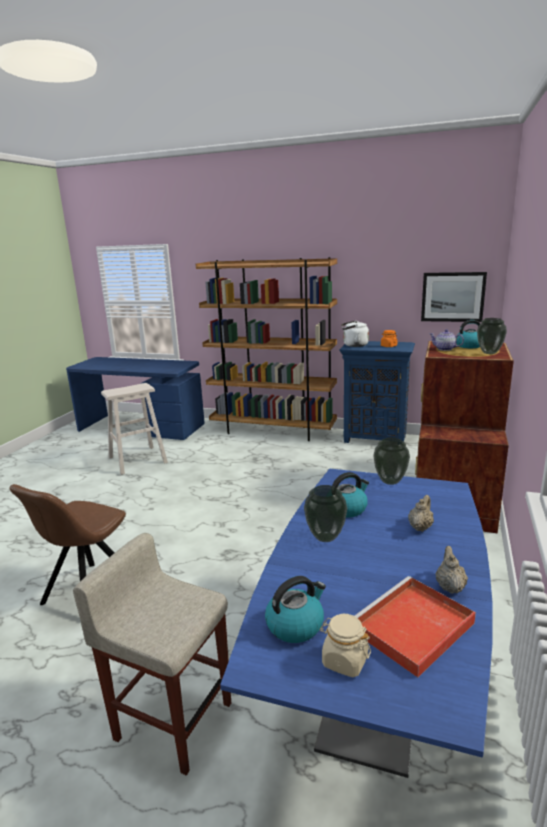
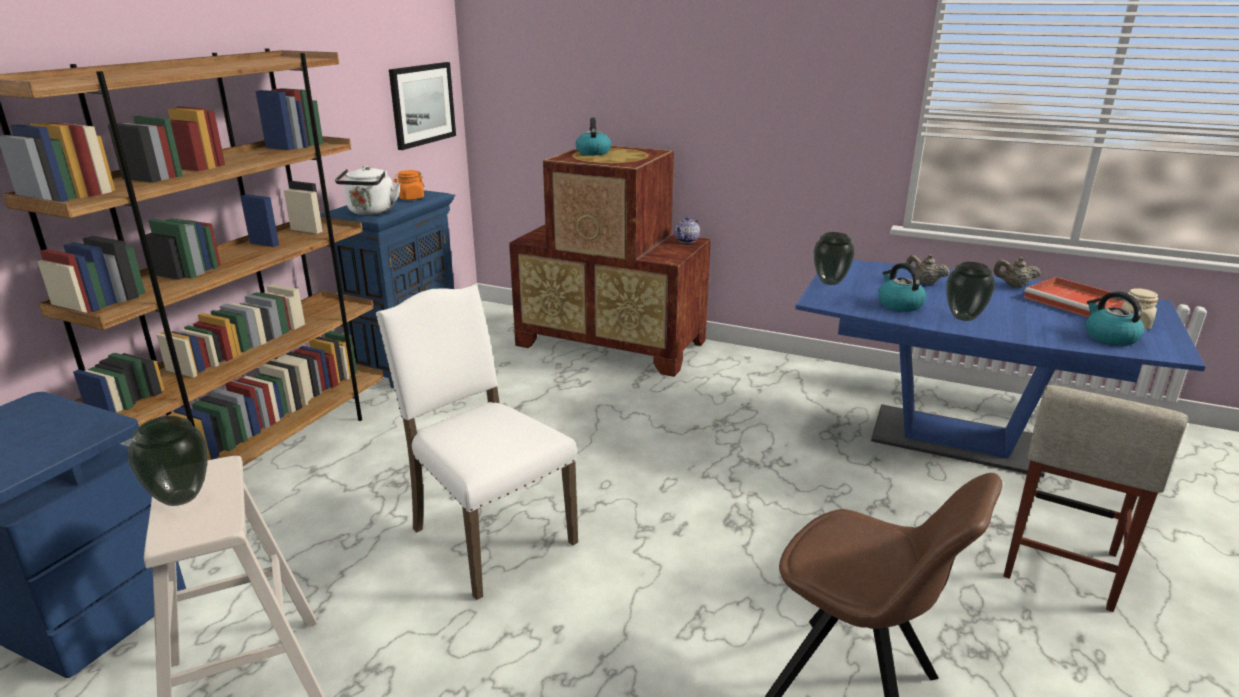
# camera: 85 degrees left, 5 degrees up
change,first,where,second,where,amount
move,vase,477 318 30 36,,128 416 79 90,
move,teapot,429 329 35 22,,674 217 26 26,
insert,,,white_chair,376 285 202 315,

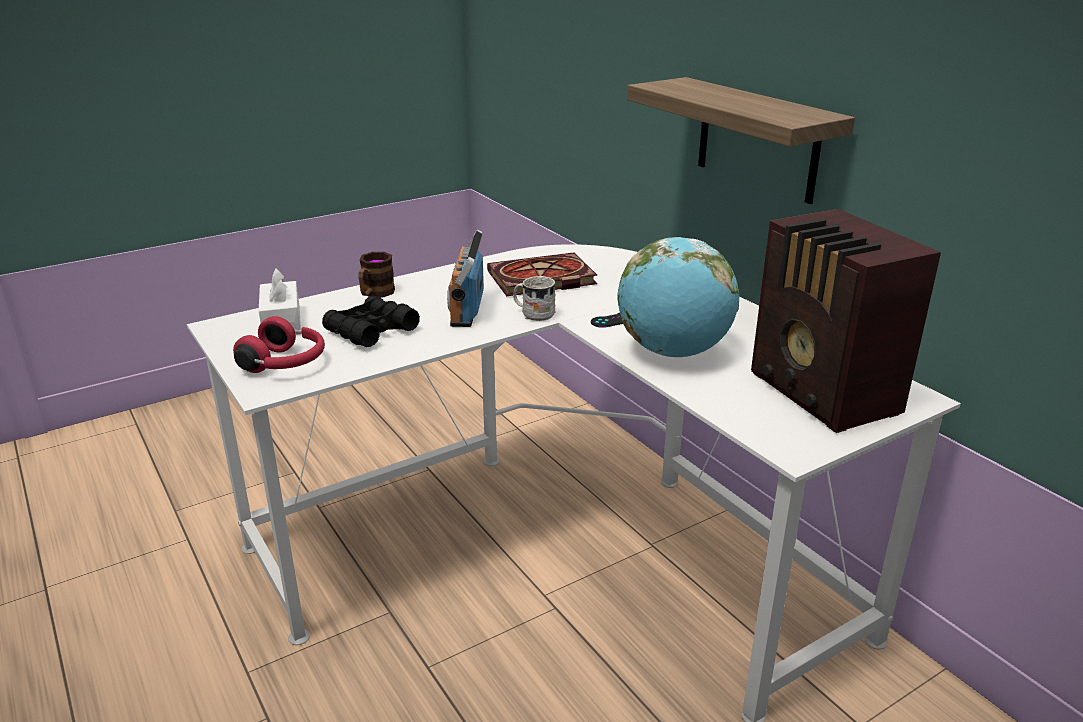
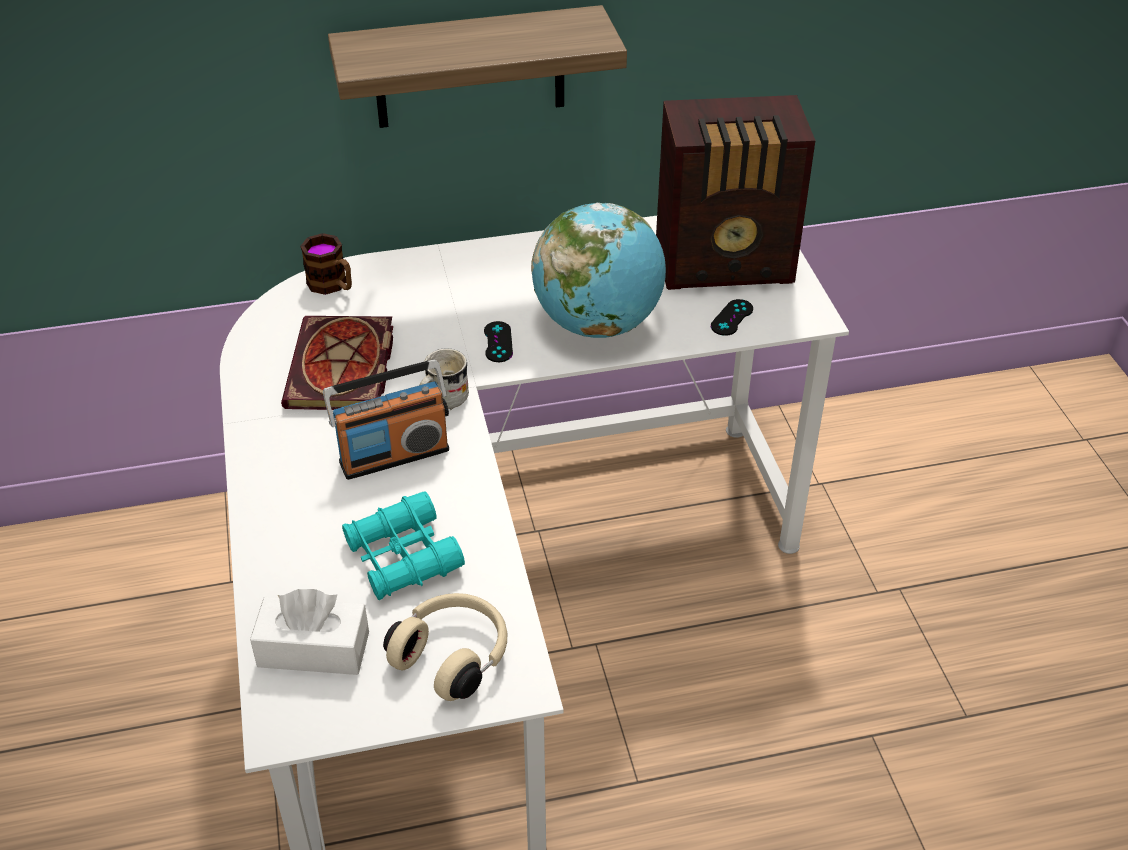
# camera: 70 degrees left, 15 degrees up
change,first,where,second,where,amount
rotate,radio,447 229 37 98,,323 359 126 121,45 degrees counterclockwise
move,mug,358 252 37 46,,300 233 52 62,
recolor,black_binoculars,322 296 98 51,turquoise_binoculars,342 491 123 109,
recolor,red_headphones,233 316 92 57,beige_headphones,383 593 124 108,
insert,,,black_game_controller,711 299 42 37,

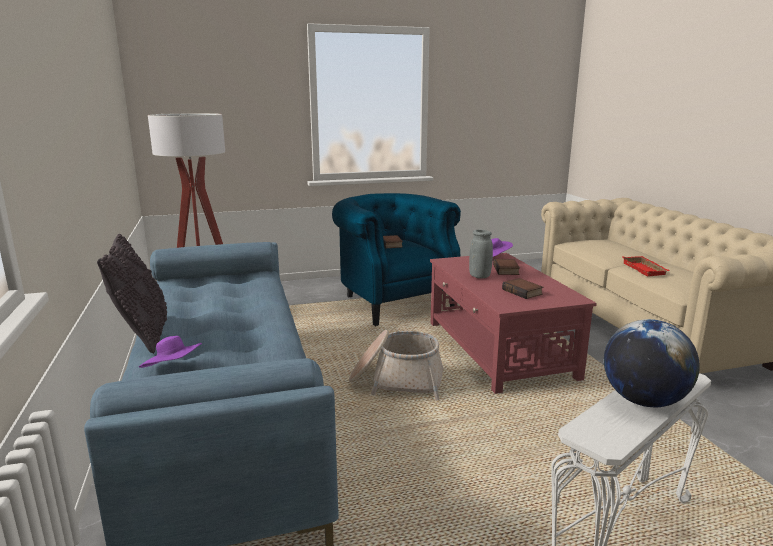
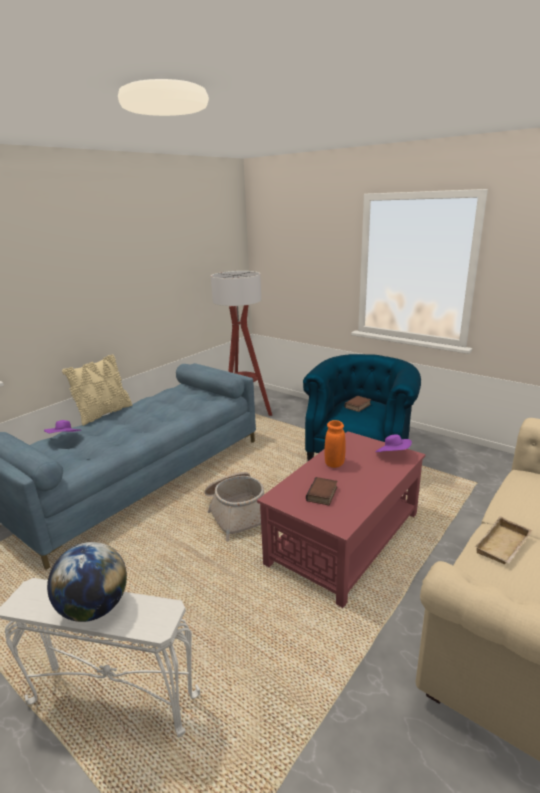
# camera: 55 degrees right, 5 degrees up
change,first,where,second,where,amount
recolor,grey_vase,469 230 24 49,orange_vase,324 420 22 48,
recolor,black_pillow,97 234 70 120,beige_pillow,62 354 70 72,
recolor,red_tray,622 256 48 21,beige_tray,475 516 57 48,
delete,book,493 259 27 16,,,

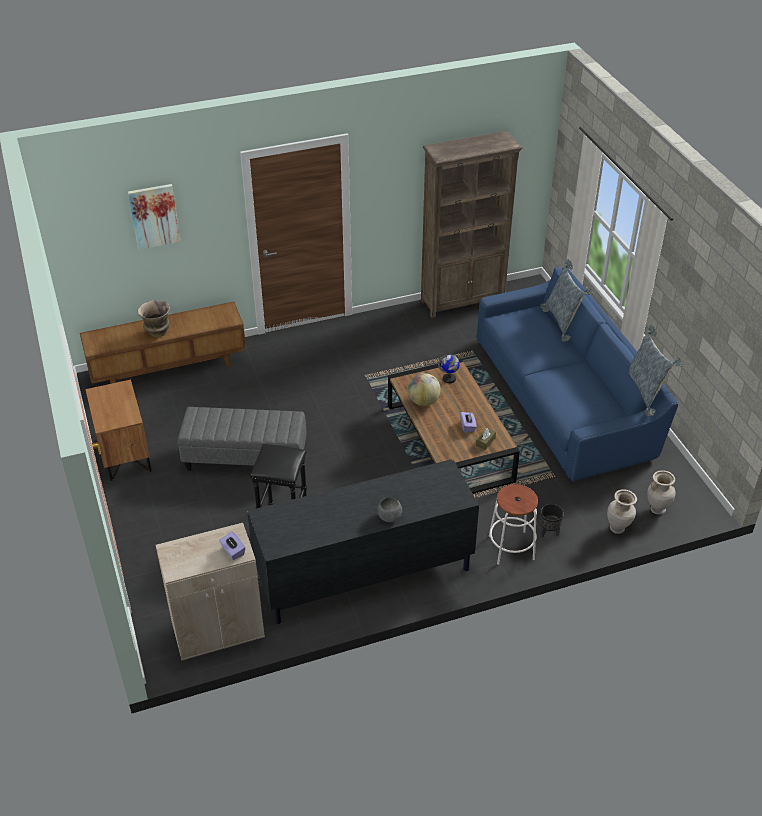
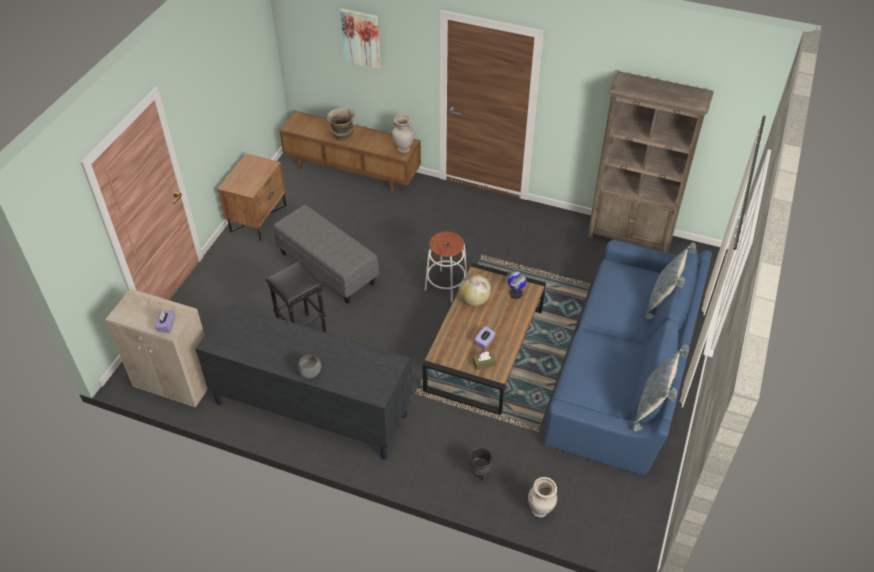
# camera: 40 degrees right, 5 degrees up
change,first,where,second,where,amount
move,beige_vase,647 470 29 45,,392 115 22 38,
move,white_stool,488 484 50 81,,425 232 42 70,

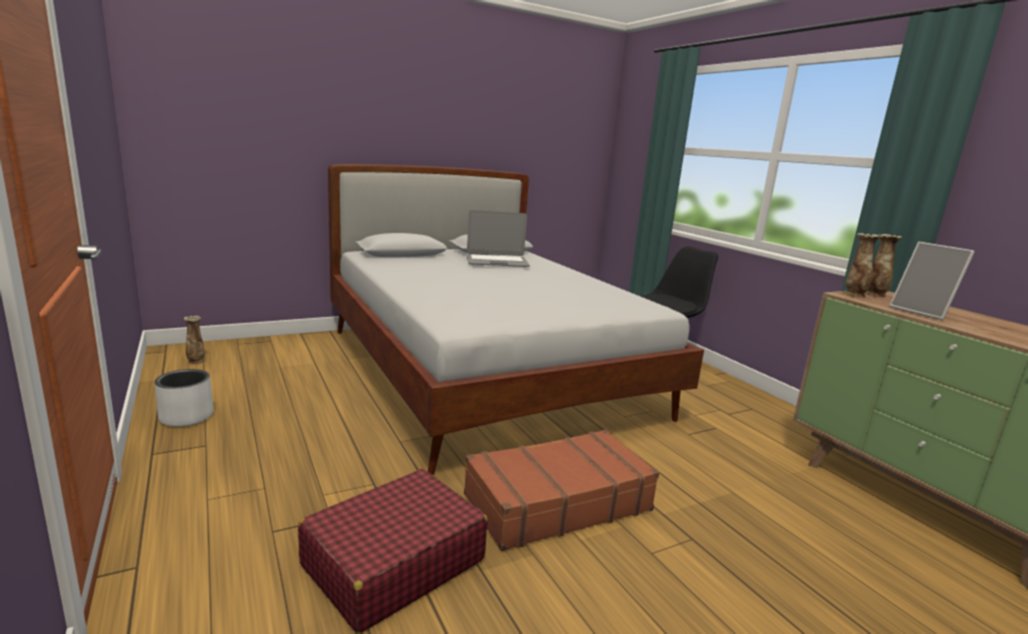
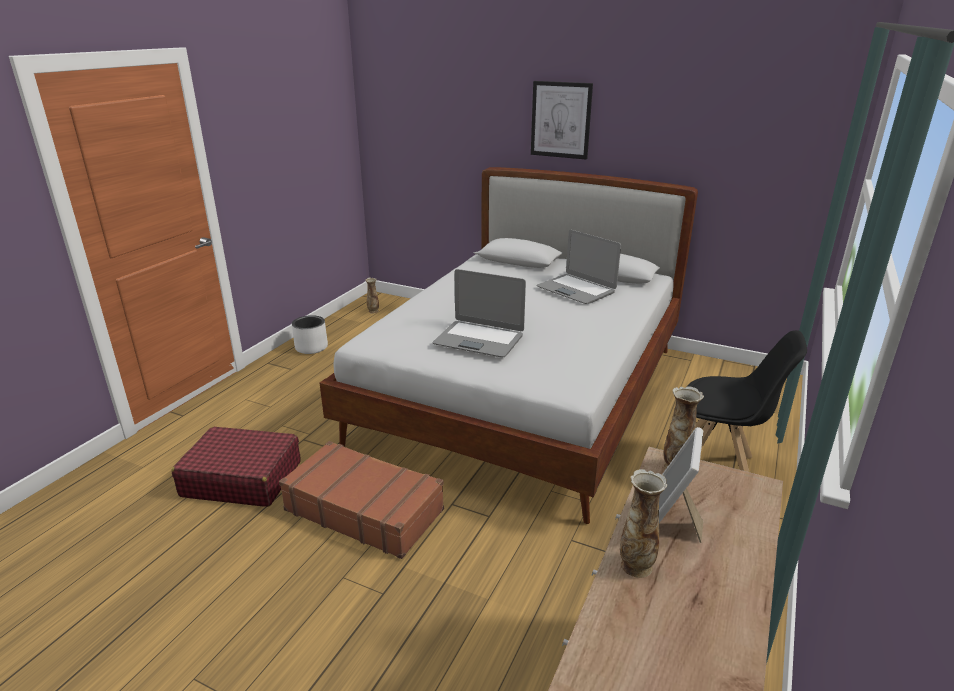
# camera: 55 degrees right, 10 degrees up
change,first,where,second,where,amount
move,vase,866 234 36 64,,620 469 47 109,
insert,,,picture,531 81 62 79,
insert,,,laptop,433 269 93 89,

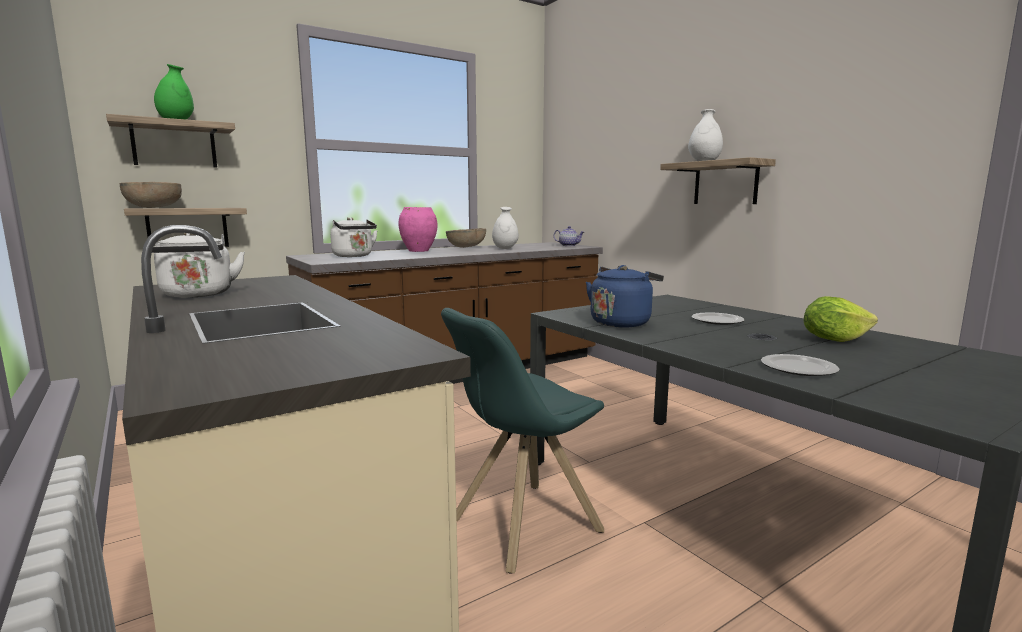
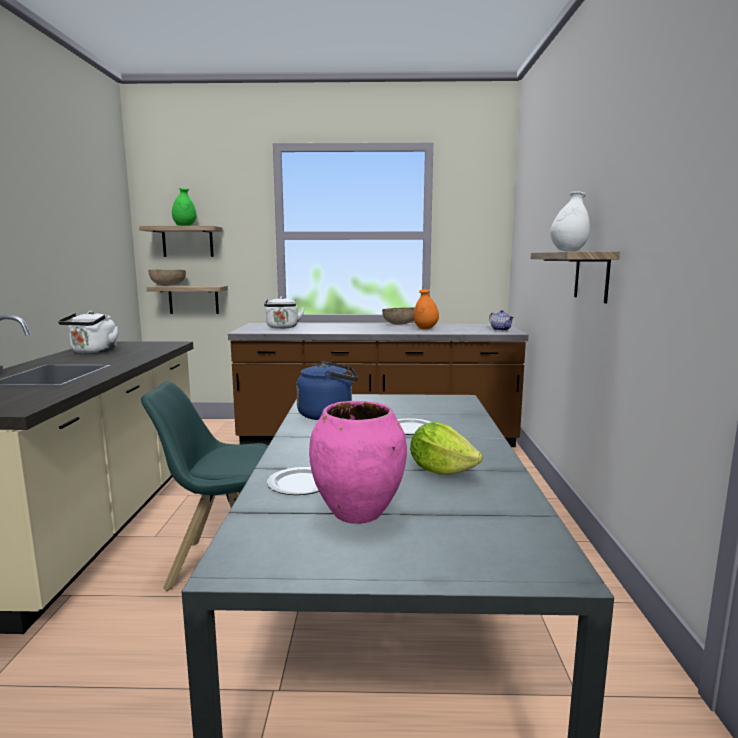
# camera: 35 degrees right, 0 degrees up
change,first,where,second,where,amount
move,pink_vase,399 207 38 45,,309 401 98 123,
recolor,white_vase,492 207 27 42,orange_vase,414 289 25 40,

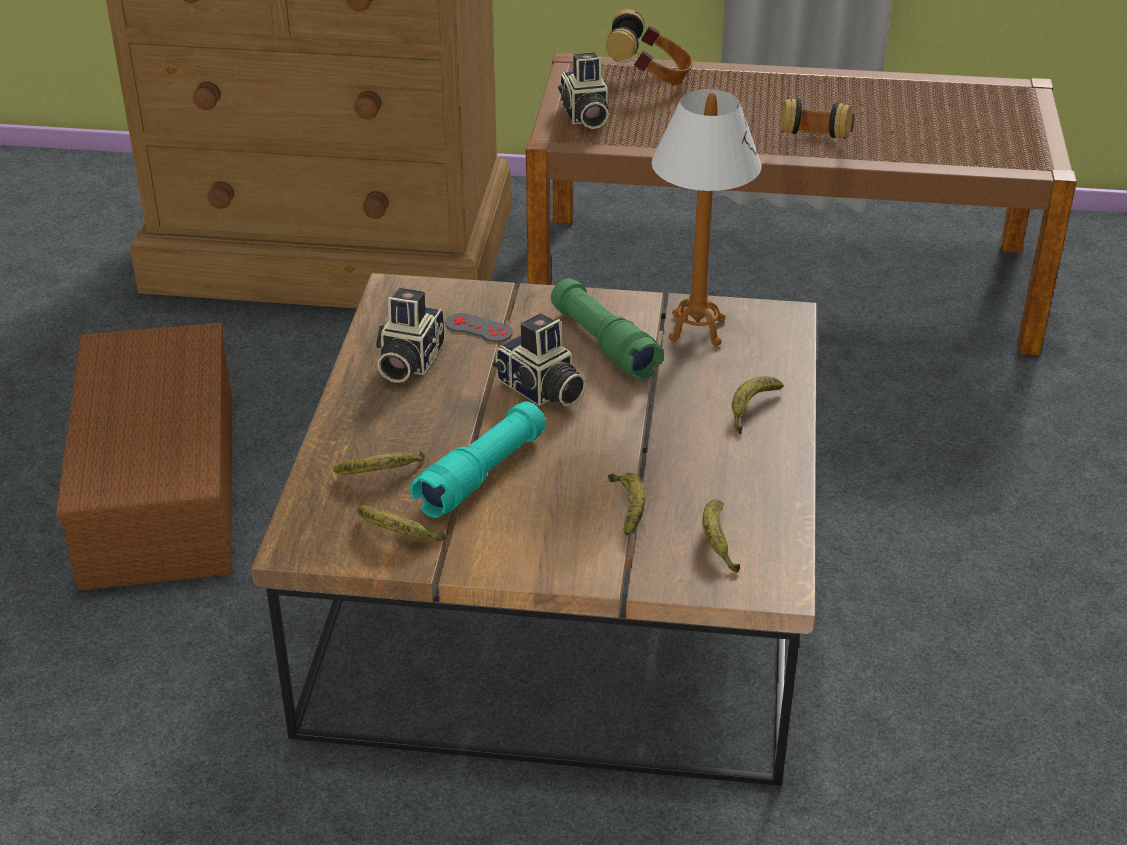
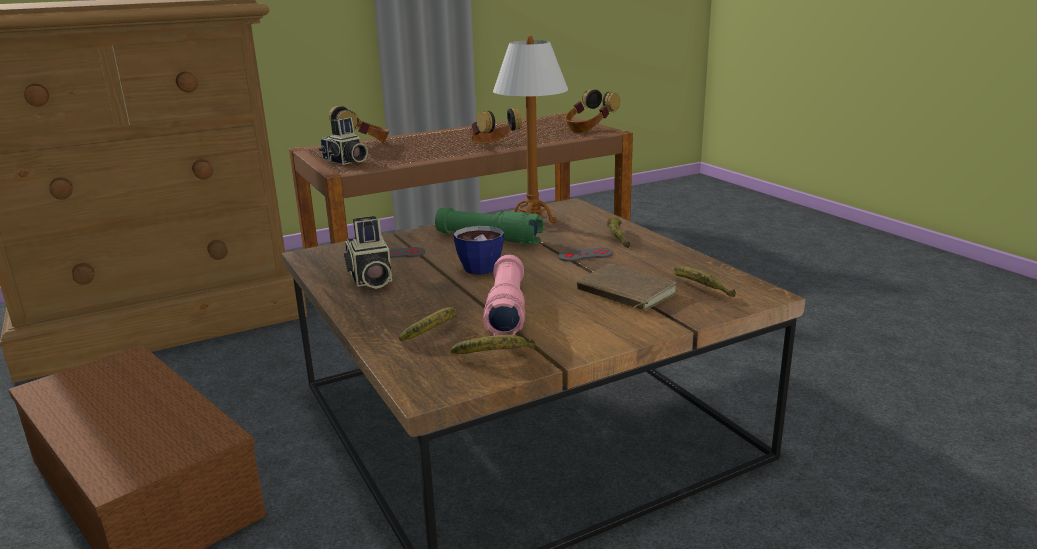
# camera: 35 degrees left, 15 degrees down
change,first,where,second,where,amount
replace,photo_camera,492 313 94 93,cup,453 226 51 49,
recolor,turquoise_flashlight,410 401 136 117,pink_flashlight,483 255 42 81,
replace,banana,608 472 37 64,brown_book,577 264 101 47,
insert,,,headphones,565 89 55 44,
insert,,,grey_game_controller,558 248 55 14,

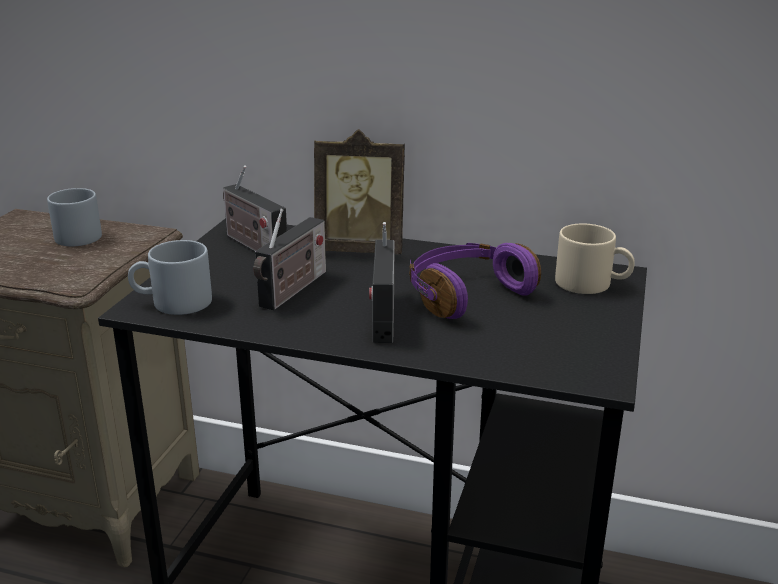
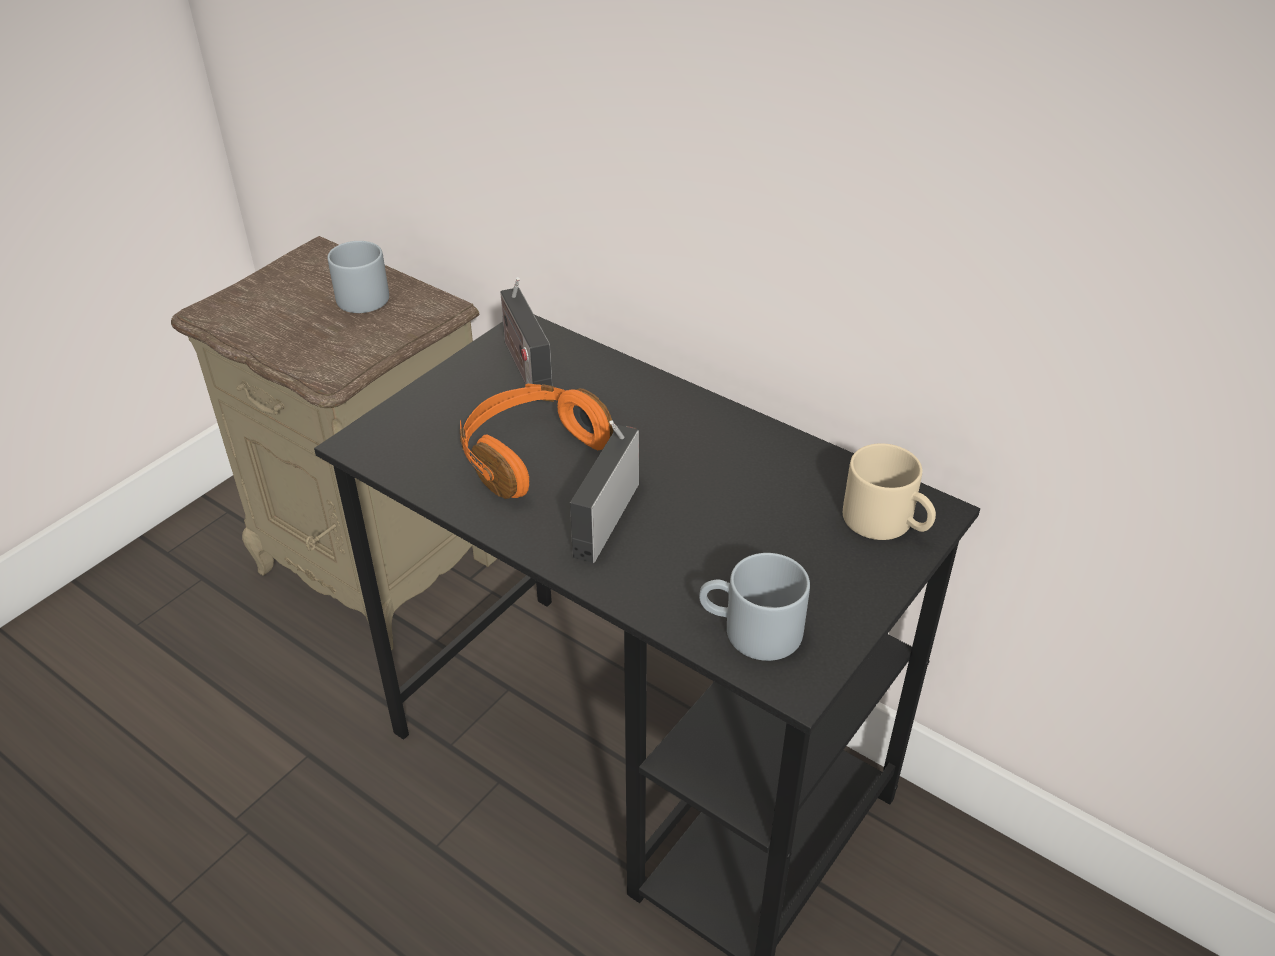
# camera: 20 degrees right, 15 degrees up
change,first,where,second,where,amount
delete,picture_frame,314 129 91 125,,,
replace,radio,254 208 72 102,orange_headphones,460 384 153 115,
move,grey_mug,128 240 84 75,,699 553 111 108,
delete,purple_headphones,409 243 132 76,,,

